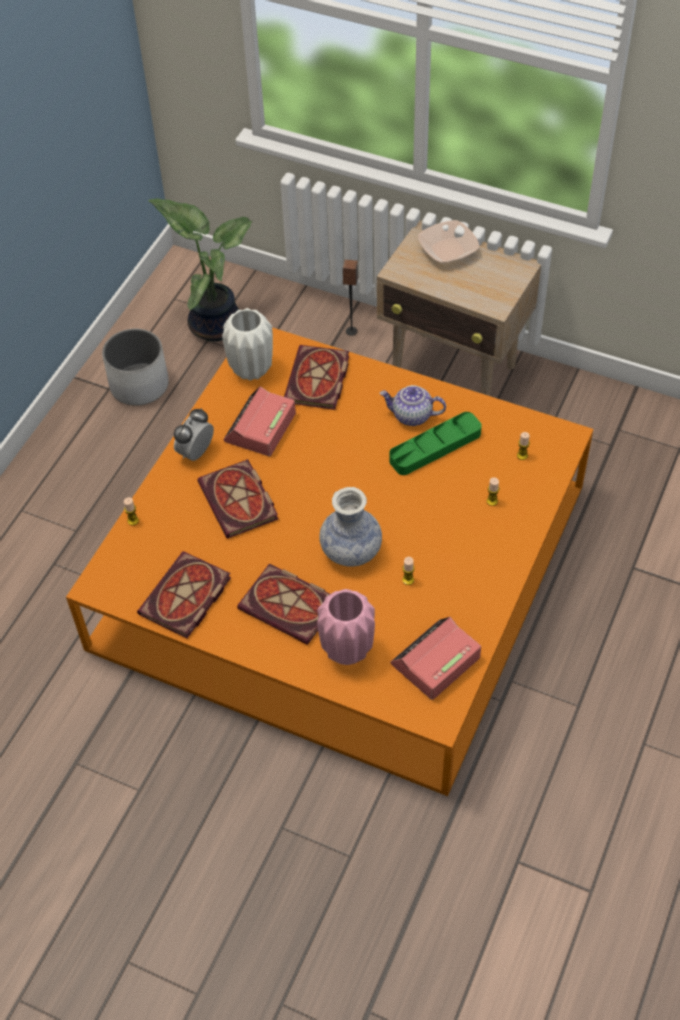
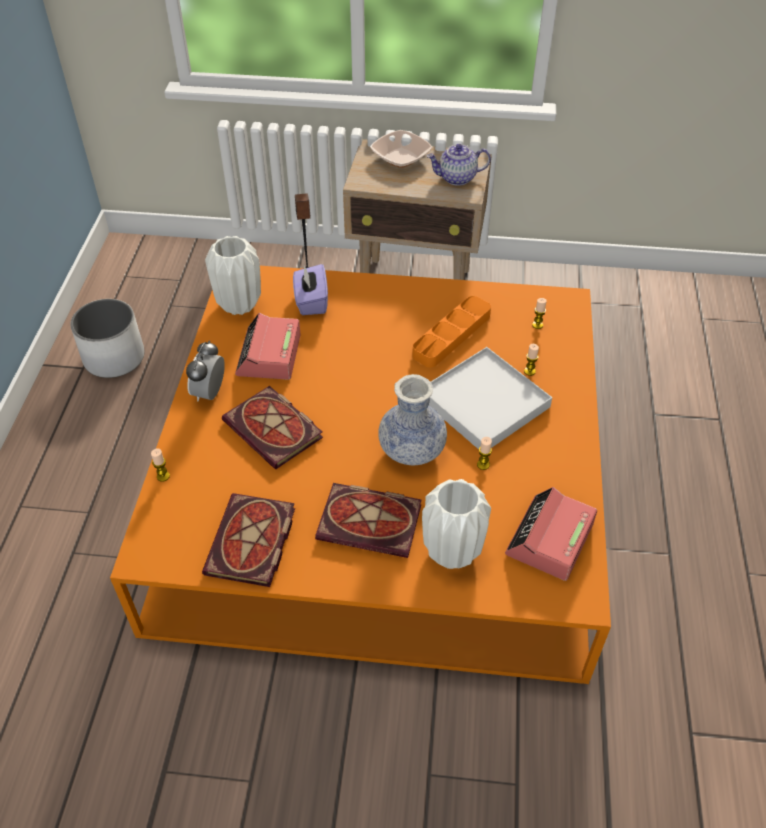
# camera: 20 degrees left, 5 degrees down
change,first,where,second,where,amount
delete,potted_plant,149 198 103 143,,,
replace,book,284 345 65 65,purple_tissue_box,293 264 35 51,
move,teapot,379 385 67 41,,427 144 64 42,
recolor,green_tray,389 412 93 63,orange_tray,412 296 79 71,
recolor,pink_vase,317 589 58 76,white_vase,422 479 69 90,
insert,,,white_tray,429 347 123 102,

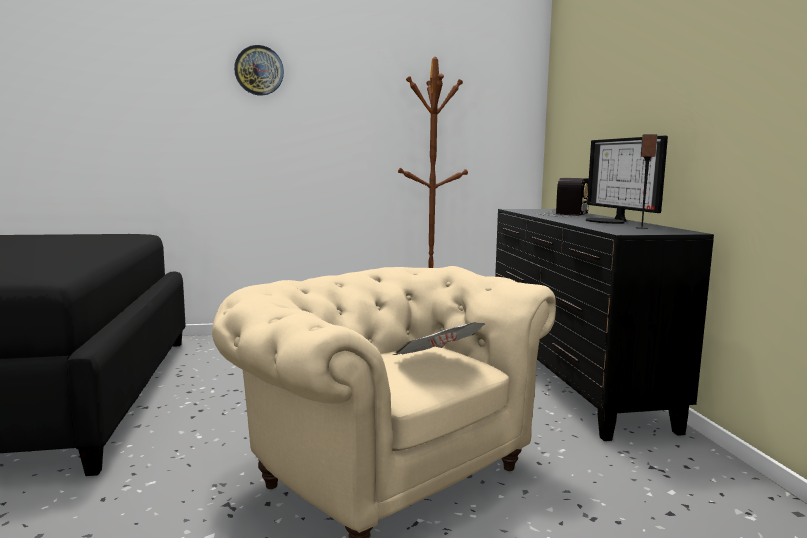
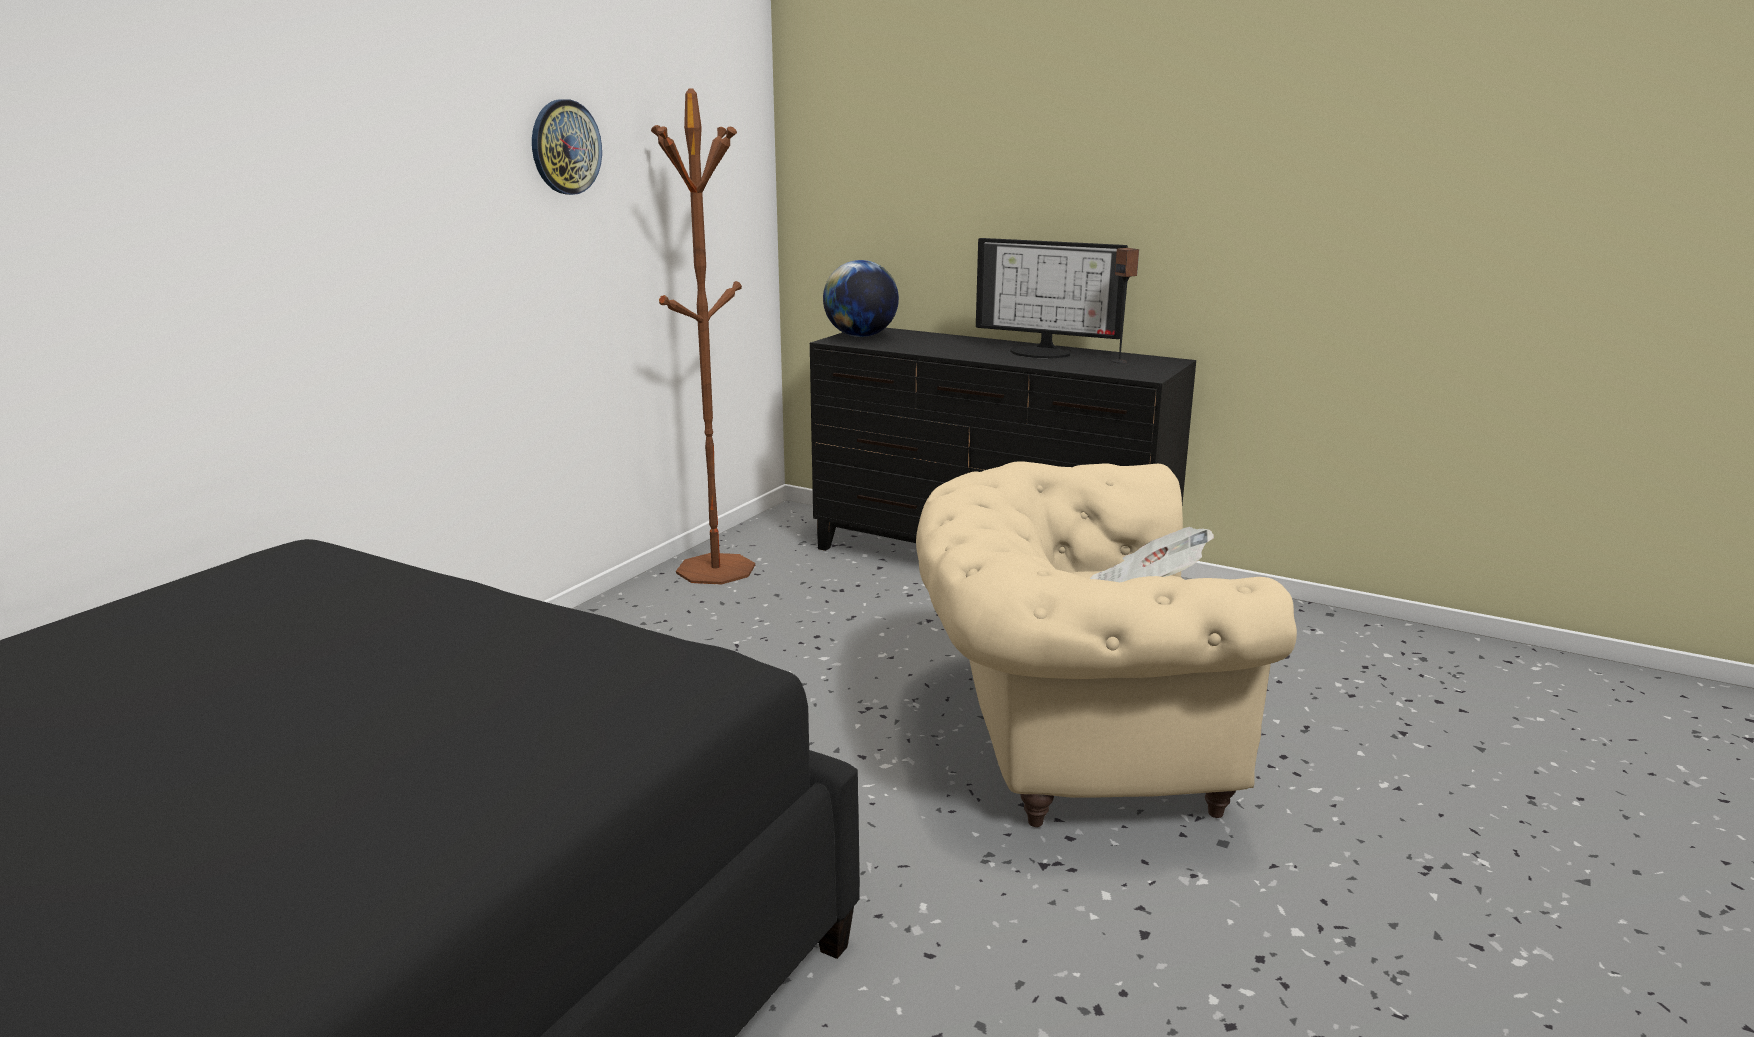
# camera: 50 degrees left, 10 degrees up
change,first,where,second,where,amount
move,wall_clock,234 45 50 51,,532 99 70 96,
delete,radio,542 178 47 39,,,
insert,,,globe,823 260 76 77,

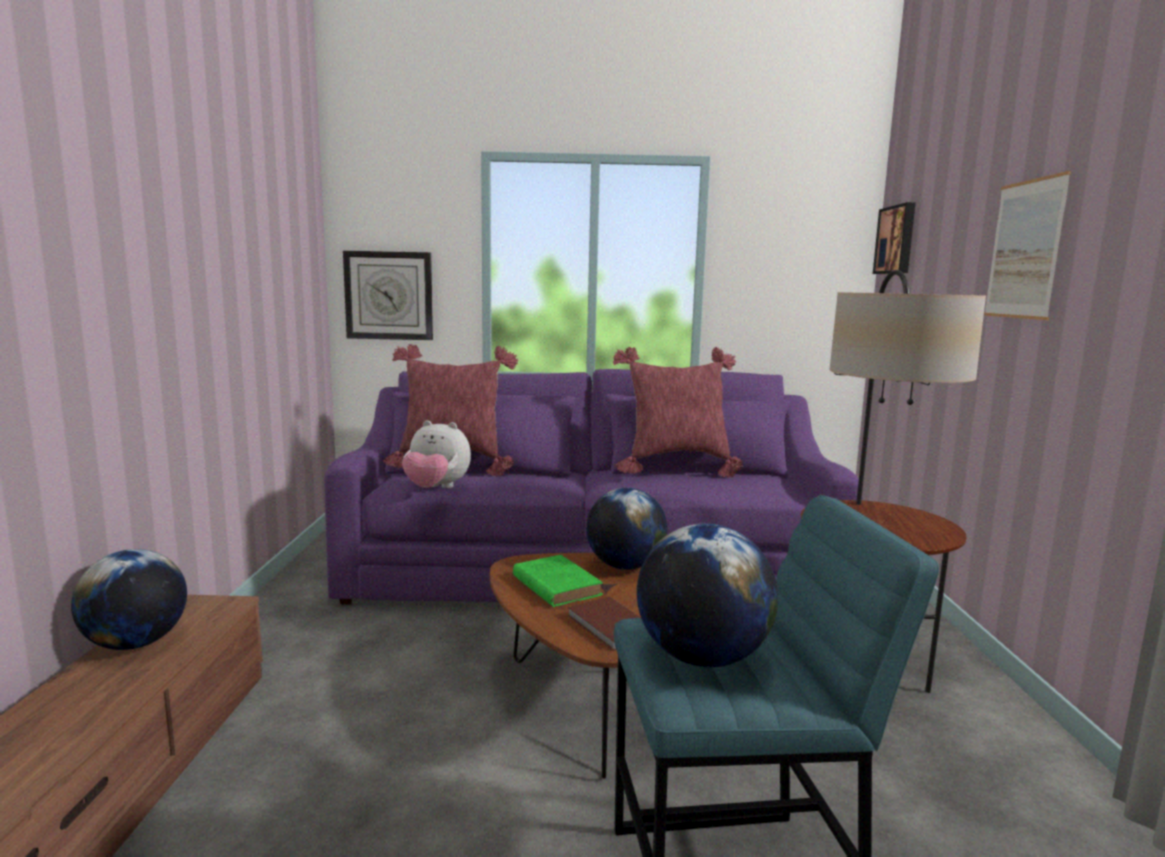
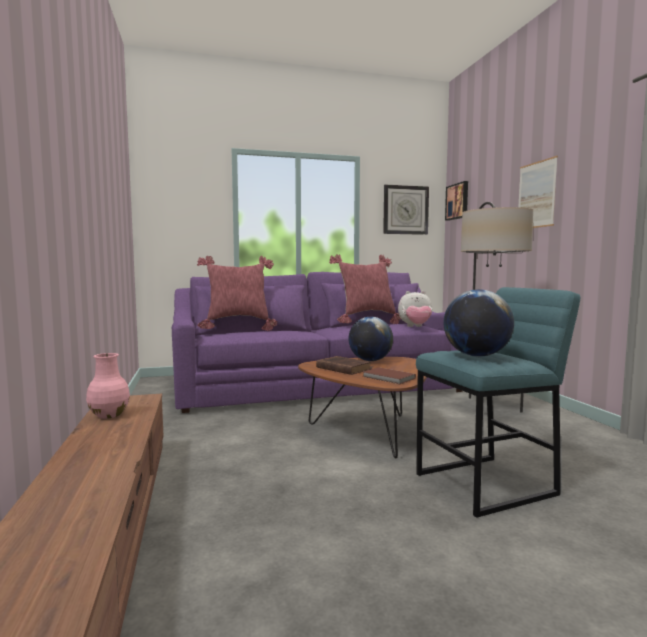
# camera: 15 degrees left, 5 degrees down
change,first,where,second,where,amount
move,wall_clock,343 251 90 89,,383 185 46 50,
move,plush_toy,402 420 69 68,,398 291 34 36,
replace,globe,71 549 116 101,pink_vase,86 353 44 66,
recolor,green_book,513 555 90 52,brown_book,316 356 55 19,

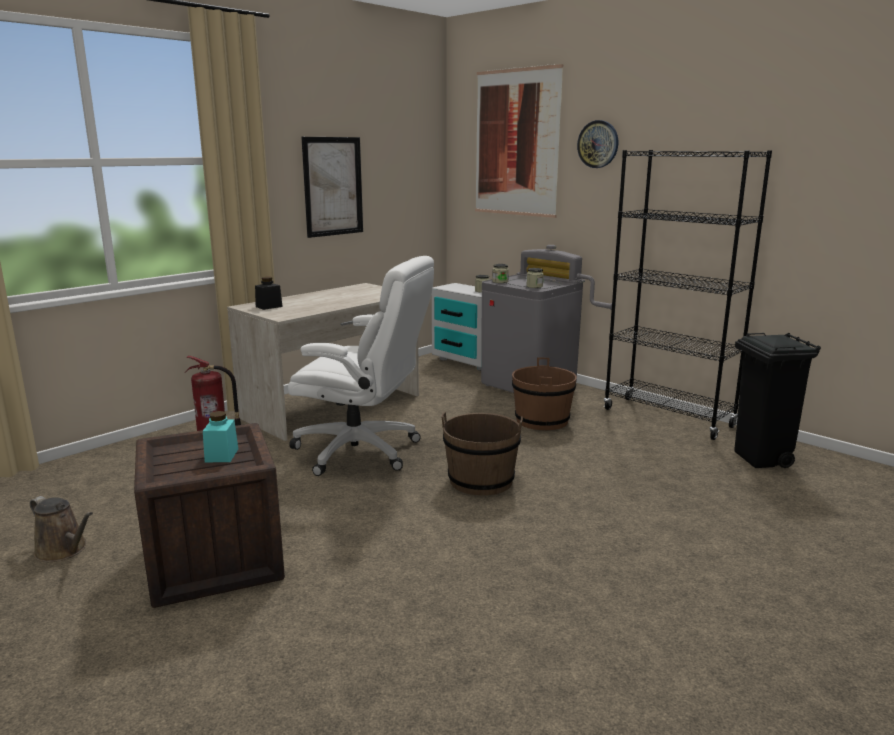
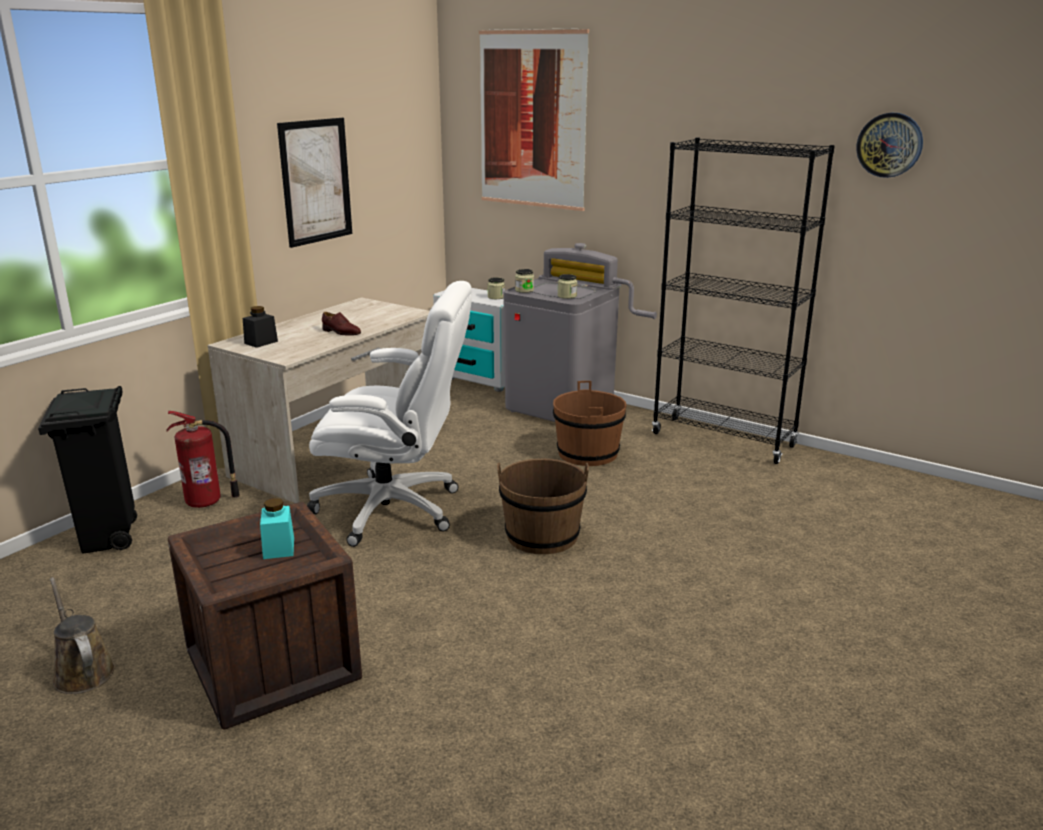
# camera: 10 degrees left, 5 degrees up
change,first,where,second,where,amount
move,wall_clock,577 120 41 48,,856 113 67 65,
move,black_trash_can,734 333 87 135,,38 386 99 168,
rotate,brown_watering_can,30 496 63 66,,50 577 65 117,150 degrees counterclockwise
insert,,,brown_shoe,322 312 39 24,

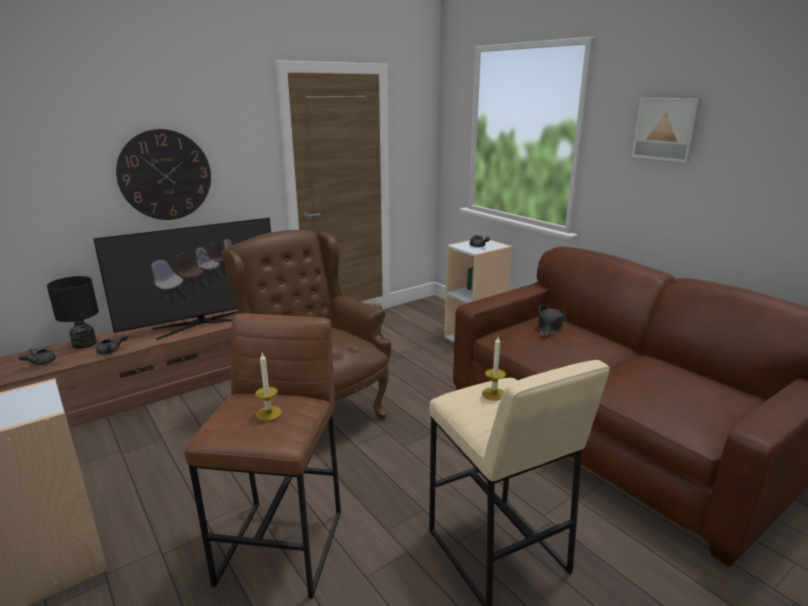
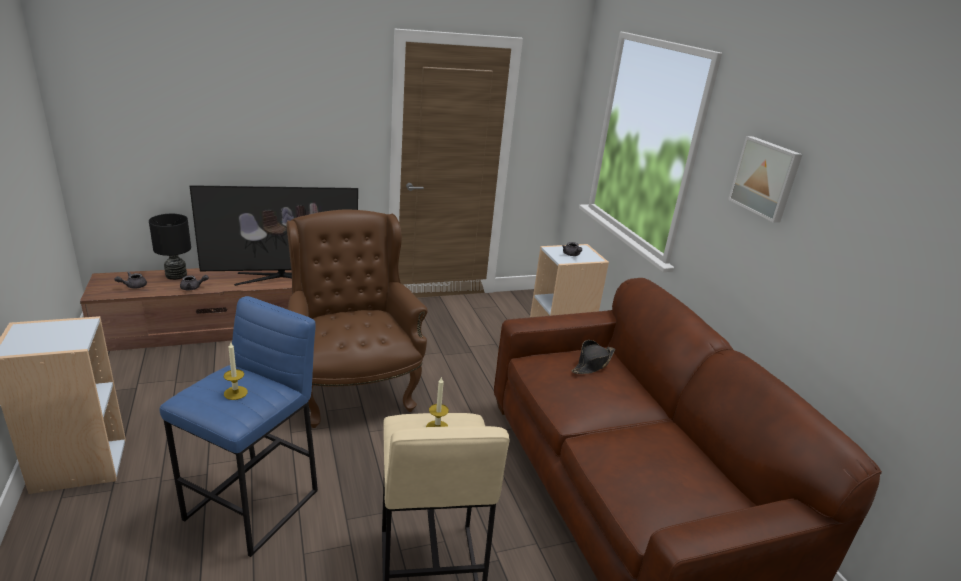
# camera: 15 degrees right, 5 degrees up
change,first,where,second,where,amount
delete,wall_clock,116 129 95 91,,,
recolor,brown_stool,184 313 157 286,blue_stool,160 296 158 261,

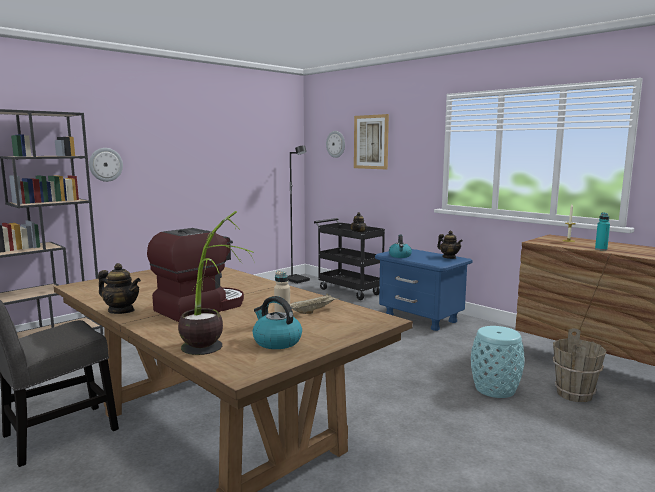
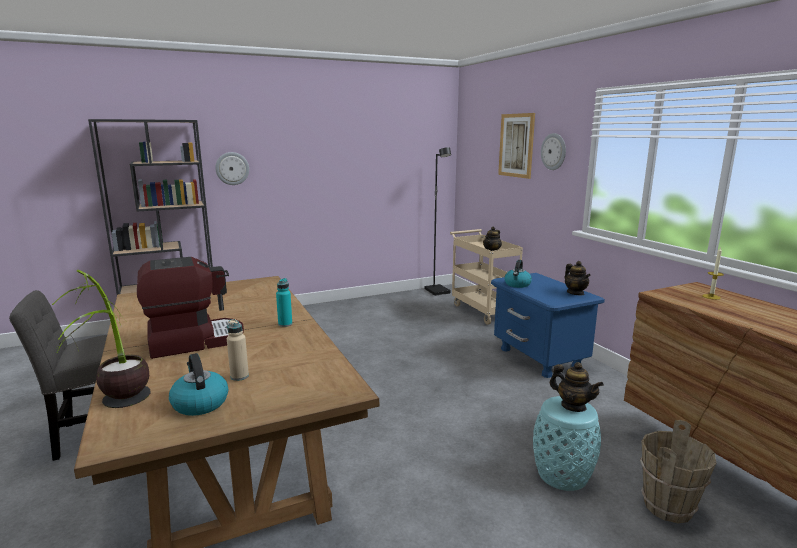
# camera: 20 degrees right, 5 degrees up
change,first,where,second,where,amount
move,wall_clock,326 131 19 27,,541 133 25 37,
move,turquoise_bottle,595 212 15 39,,276 278 16 49,
recolor,black_cart,314 218 71 82,beige_cart,450 229 73 96,
move,teapot,98 263 43 51,,549 362 55 50,
delete,beige_tray,290 293 50 21,,,

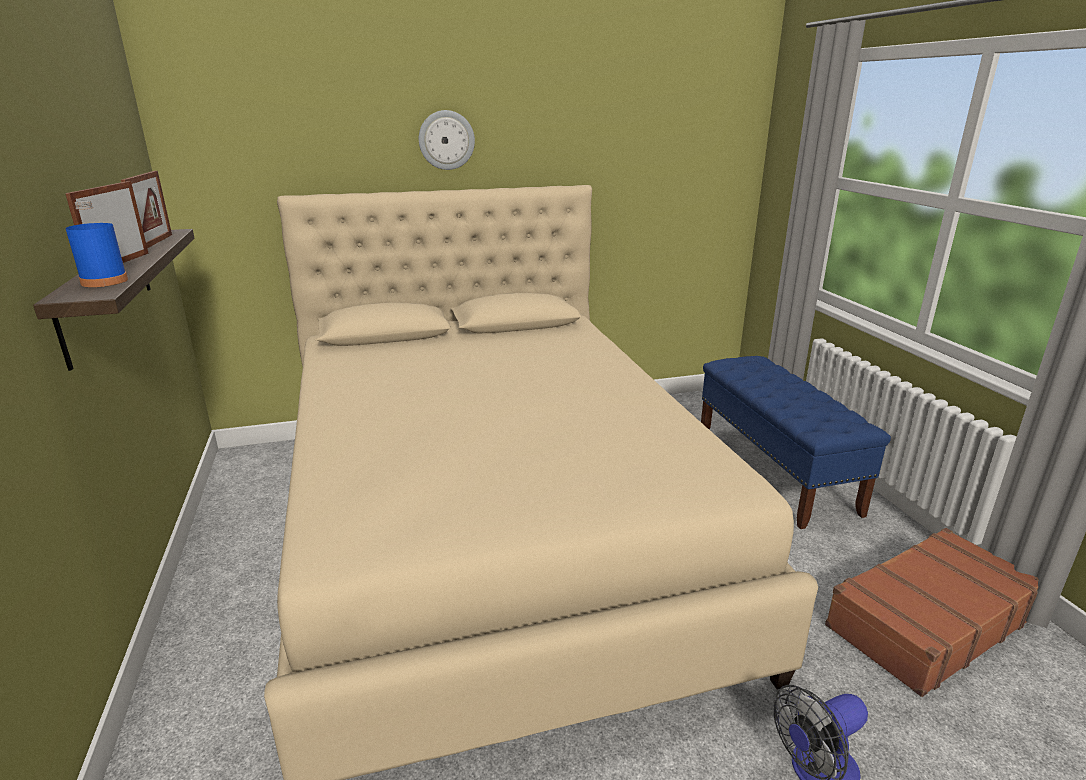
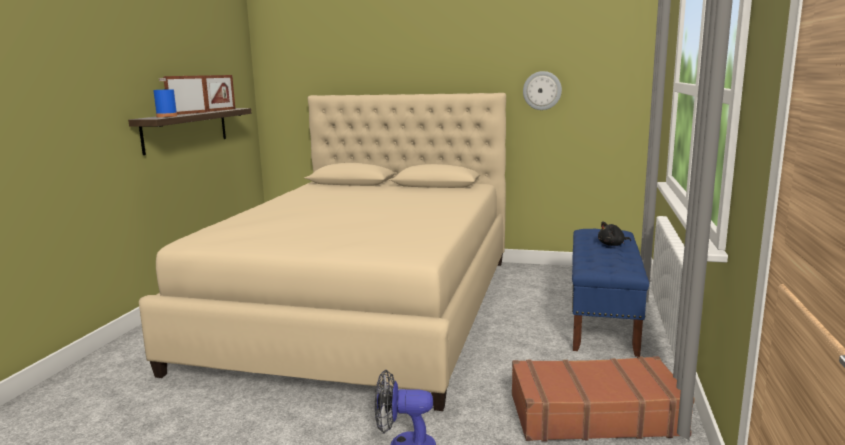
# camera: 30 degrees right, 10 degrees down
change,first,where,second,where,amount
move,wall_clock,419 110 56 60,,523 71 39 39,
insert,,,black_plush_toy,598 222 33 24,

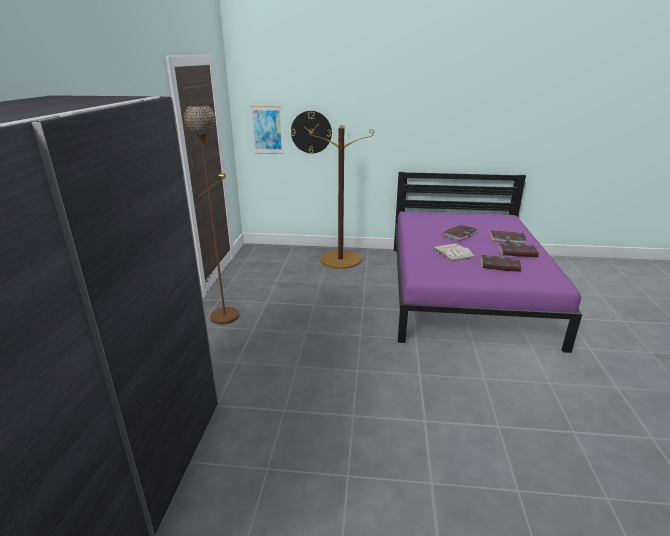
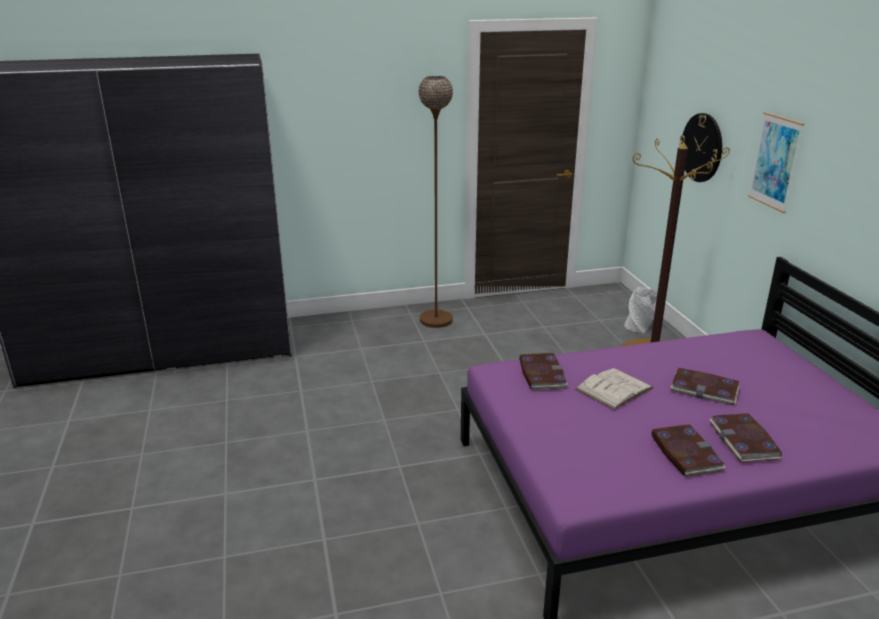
# camera: 70 degrees right, 0 degrees up
change,first,where,second,where,amount
move,picture,251 106 32 48,,748 112 56 101,
move,book,480 255 42 17,,519 353 49 37,
insert,,,grey_vase,624 287 34 47,

